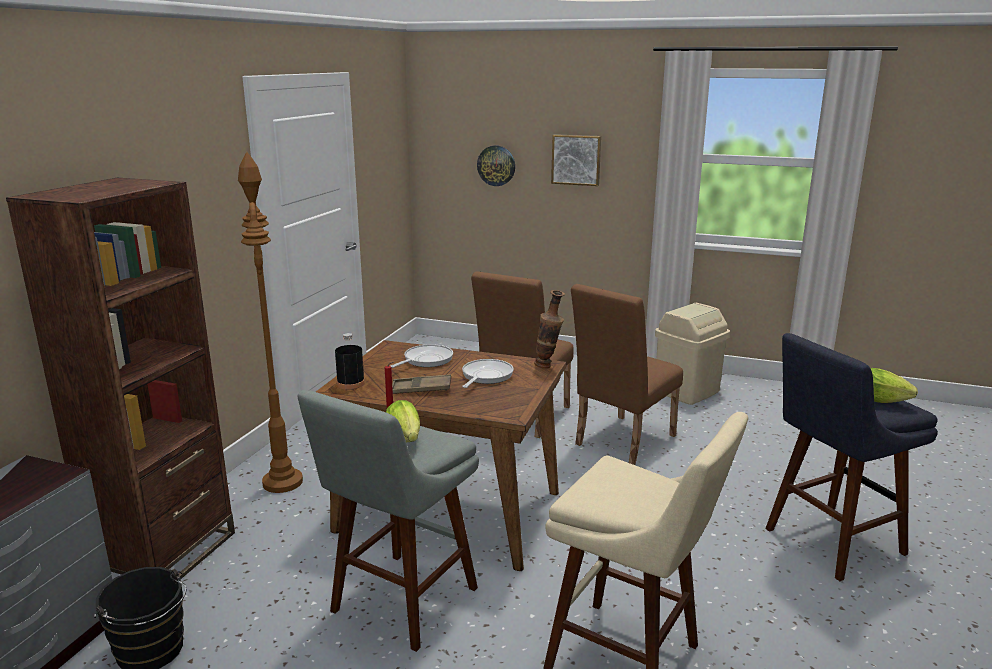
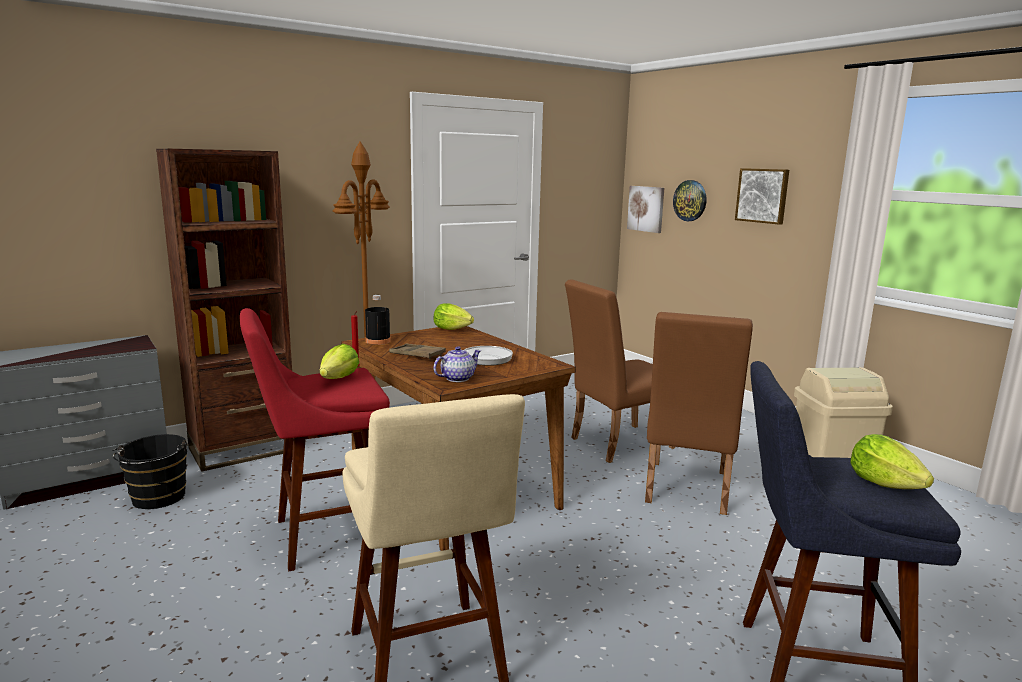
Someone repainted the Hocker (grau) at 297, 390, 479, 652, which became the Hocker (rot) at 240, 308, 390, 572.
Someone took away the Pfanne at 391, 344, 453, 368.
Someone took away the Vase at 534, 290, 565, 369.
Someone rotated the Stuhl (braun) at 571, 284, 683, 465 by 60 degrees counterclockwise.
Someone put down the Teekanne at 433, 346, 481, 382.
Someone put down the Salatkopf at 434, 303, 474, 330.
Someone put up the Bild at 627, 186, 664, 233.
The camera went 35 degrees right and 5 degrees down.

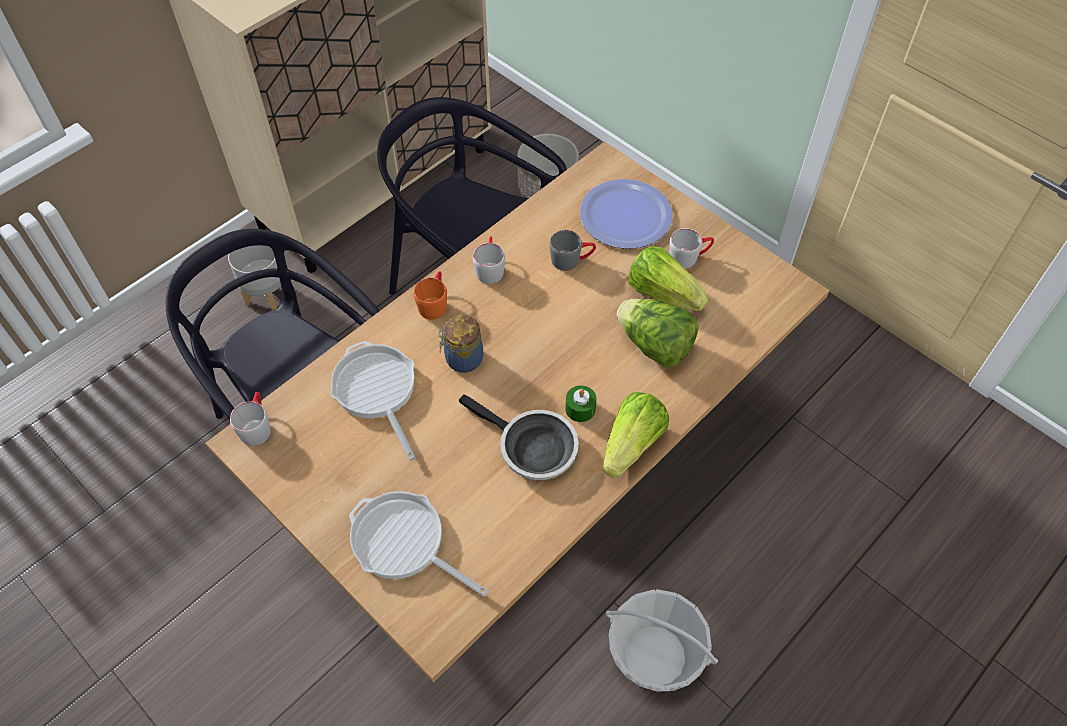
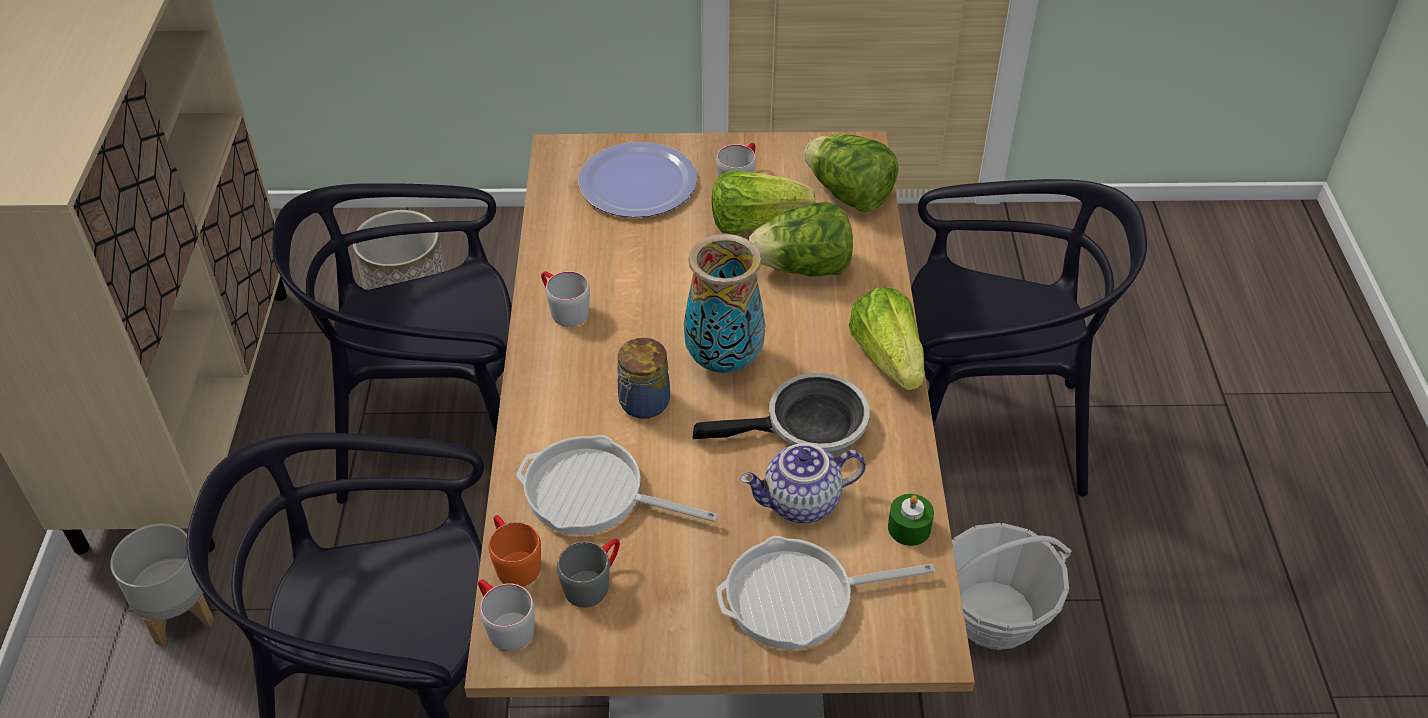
Someone carried the Henkelbecher (orange) from 413, 271, 447, 320 to 488, 515, 541, 587.
Someone carried the Henkelbecher (grau) from 549, 230, 596, 271 to 557, 538, 620, 608.
Someone carried the Kerze (grün) from 565, 386, 597, 422 to 888, 494, 934, 546.
Someone put down the Vase at 684, 234, 765, 373.
Someone put down the Teekanne at 740, 443, 866, 523.
Someone put down the Salatkopf at 804, 134, 898, 212.
Someone put down the Stuhl (schwarz) at 911, 179, 1147, 497.
The camera went 45 degrees left and 10 degrees down.

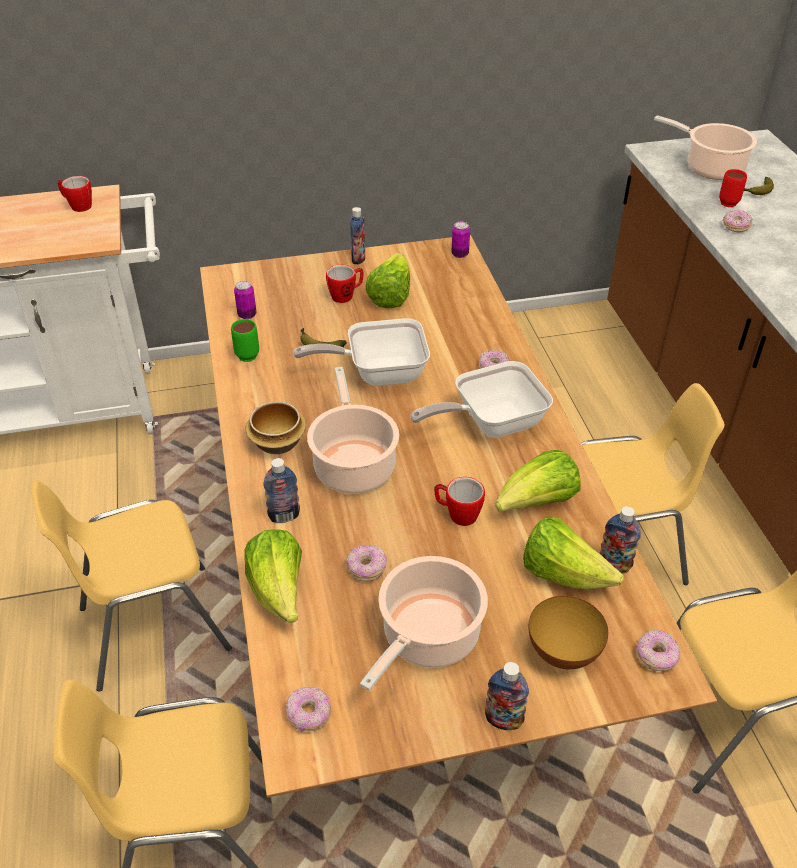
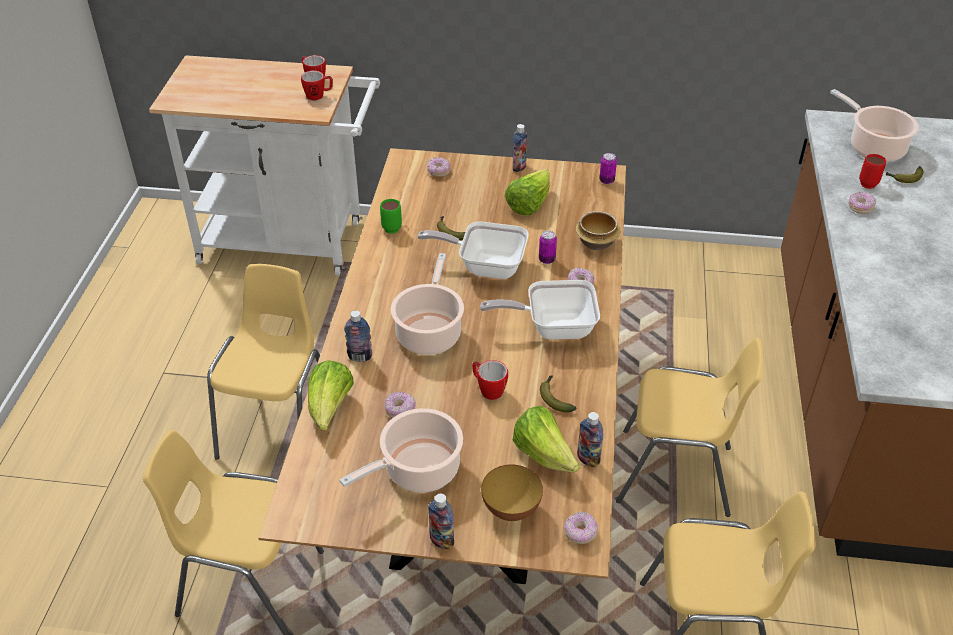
Someone rotated the Stuhl (gelb) at 31, 480, 232, 692 by 105 degrees clockwise.
Someone carried the Dose from 234, 281, 256, 319 to 539, 231, 557, 264.
Someone carried the Schüssel from 246, 401, 306, 454 to 575, 211, 621, 250.
Someone carried the Donut from 286, 687, 331, 732 to 427, 157, 451, 177.
Someone carried the Henkelbecher from 326, 265, 363, 303 to 301, 70, 333, 101.
Someone swapped the Salatkopf at 496, 450, 581, 512 for the Banane at 540, 375, 576, 412.
The camera went 20 degrees right and 0 degrees up.

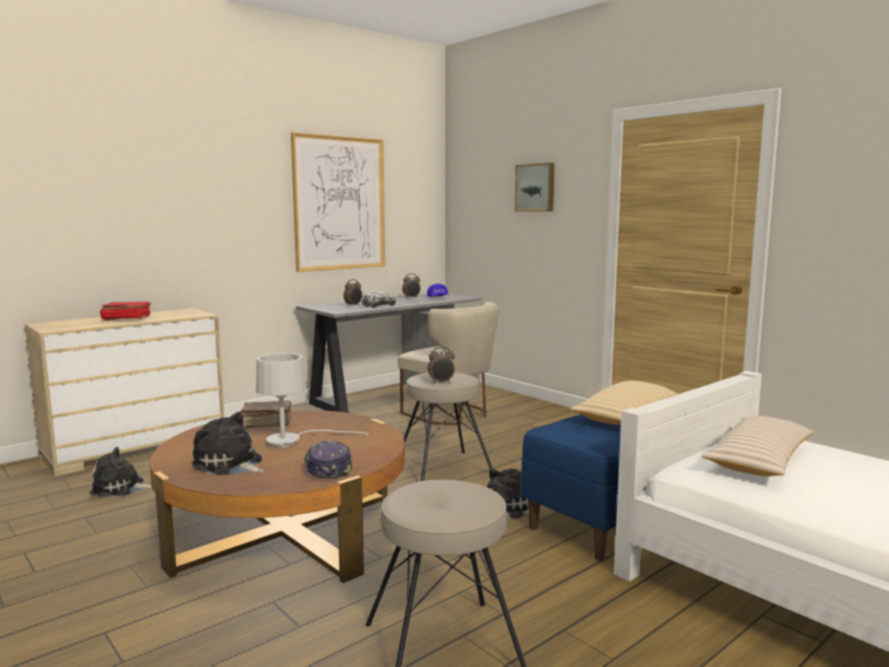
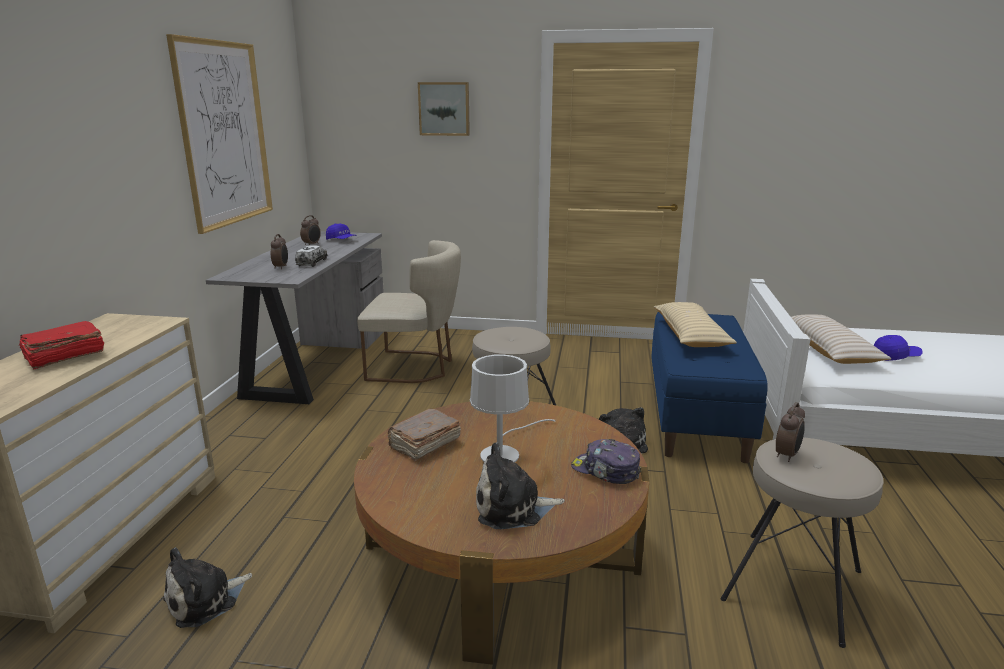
Someone carried the Wecker from 428, 347, 455, 384 to 776, 402, 805, 462.
Someone put down the Kappe (blau) at 874, 335, 923, 361.
The camera went 40 degrees left and 10 degrees up.

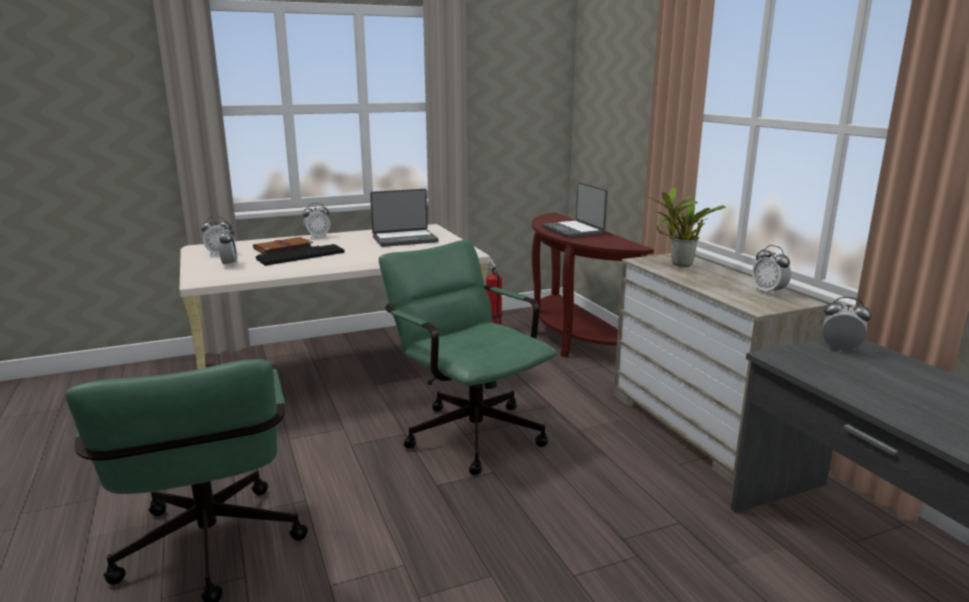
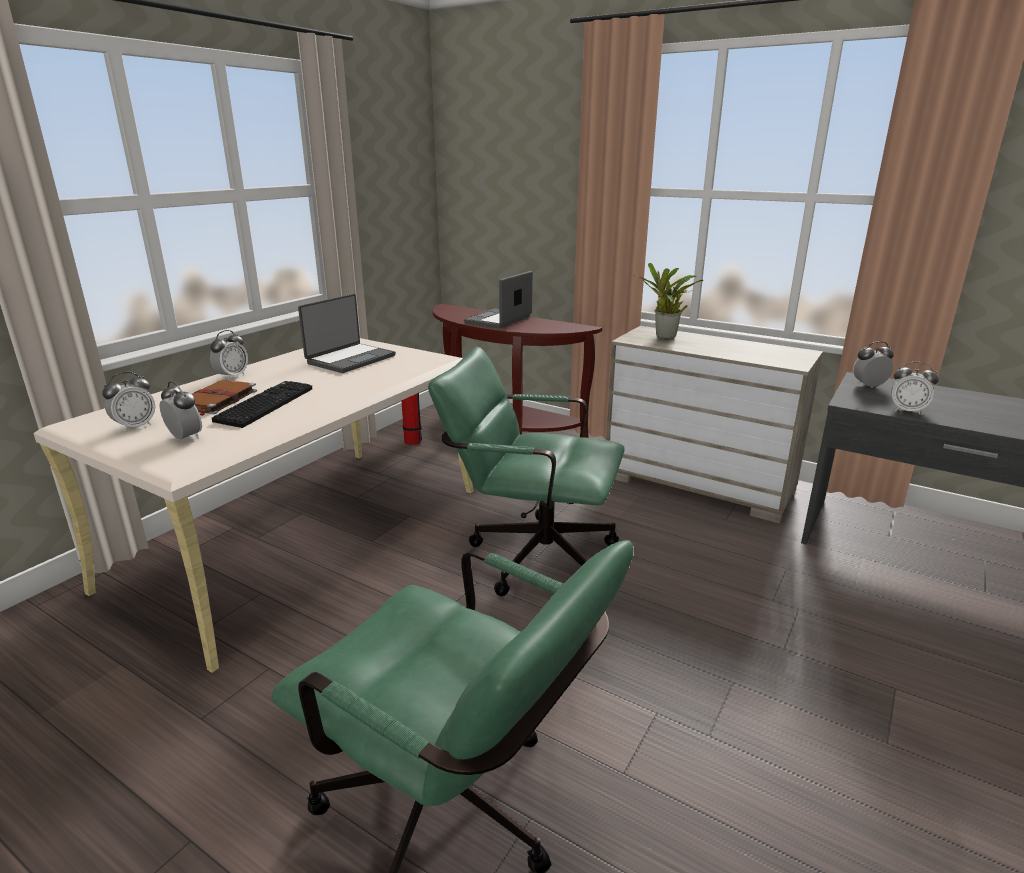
Someone rotated the Laptop at 542, 182, 608, 238 by 90 degrees clockwise.
Someone carried the Wecker from 752, 245, 791, 296 to 891, 362, 939, 415.
The camera went 35 degrees left and 5 degrees up.

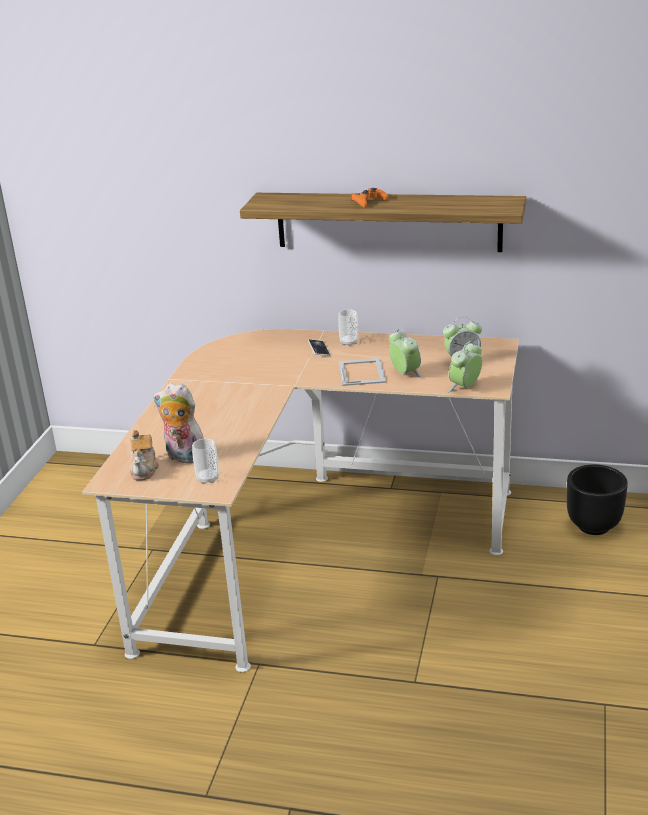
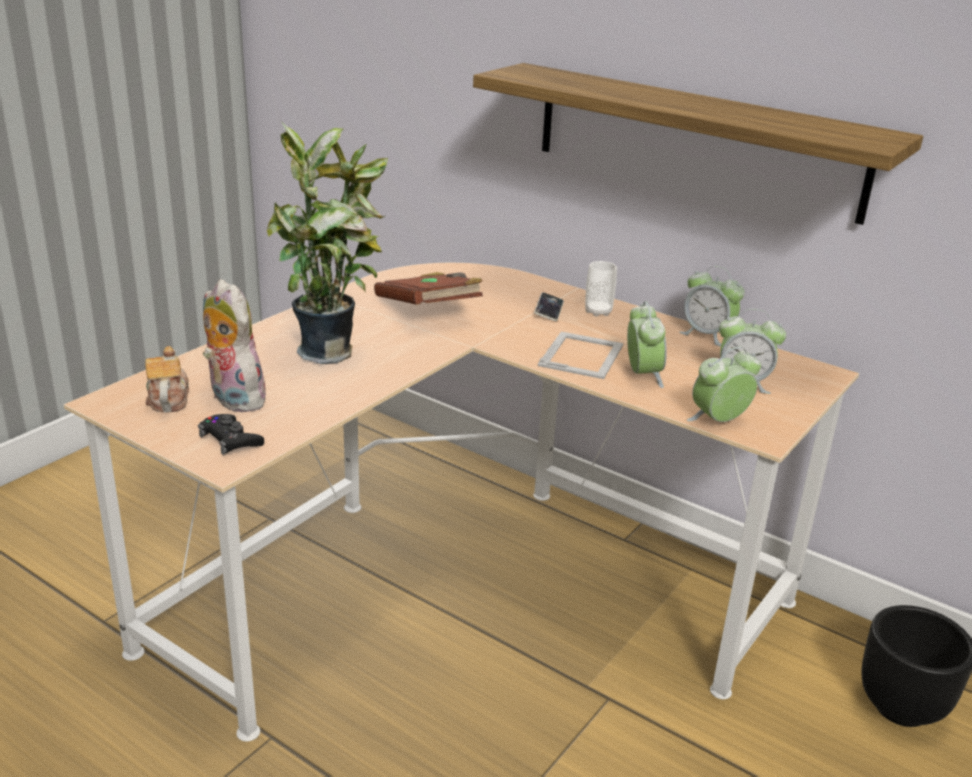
Someone rotated the Teekanne at 130, 430, 159, 480 by 150 degrees clockwise.
Someone swapped the Tasse at 192, 439, 219, 484 for the Gamepad (schwarz) at 198, 414, 264, 455.
Someone took away the Gamepad (orange) at 351, 188, 388, 207.
Someone put down the Topfpflanze at 267, 121, 388, 364.
Someone put down the Buch (braun) at 374, 272, 483, 305.
Someone put down the Wecker at 679, 266, 745, 347.
The camera went 20 degrees right and 0 degrees up.

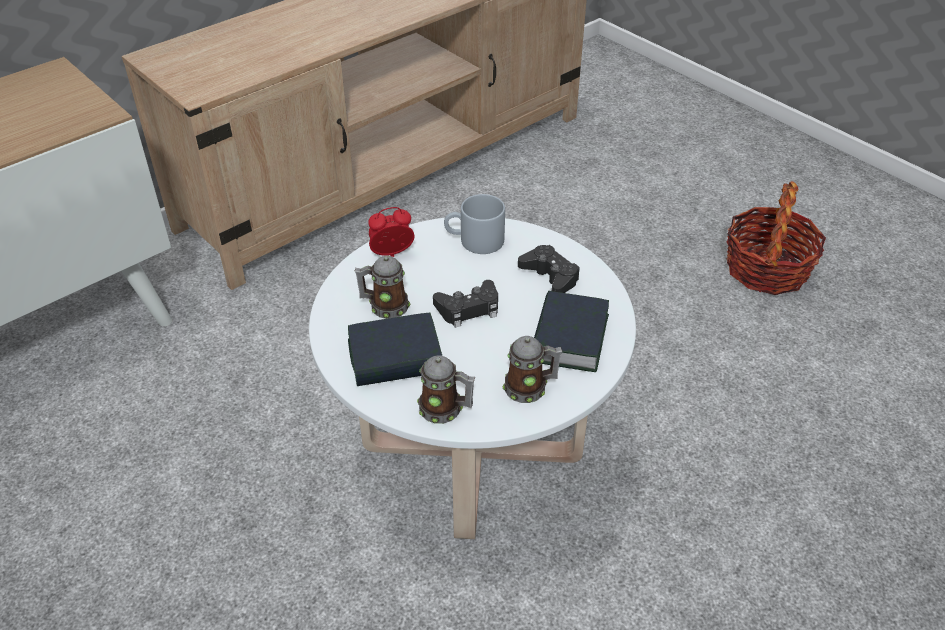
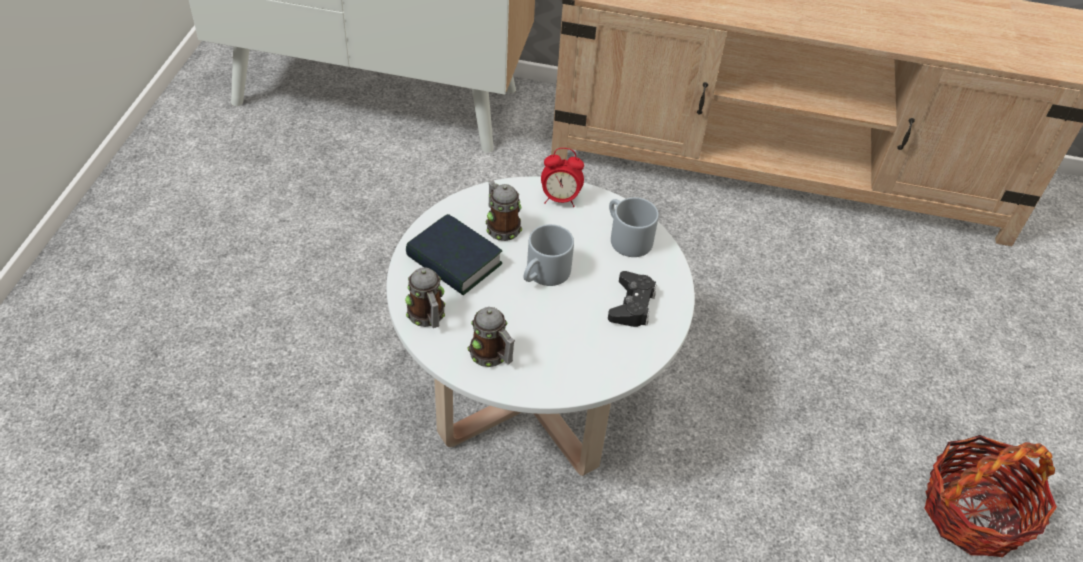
Someone rotated the Wecker at 368, 207, 414, 257 by 150 degrees clockwise.
Someone swapped the Gamepad (schwarz) at 433, 280, 498, 328 for the Henkelbecher (grau) at 524, 224, 574, 286.
Someone took away the Buch at 534, 291, 609, 372.
The camera went 50 degrees right and 5 degrees up.

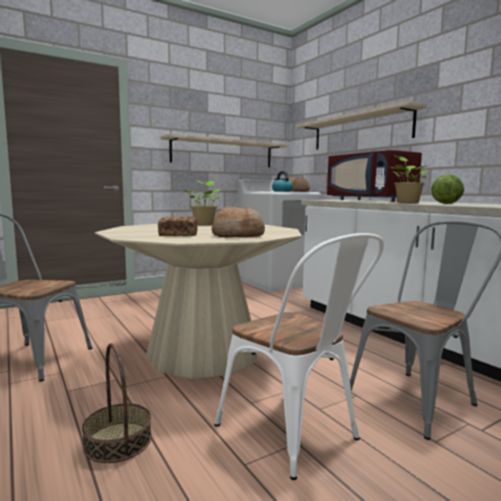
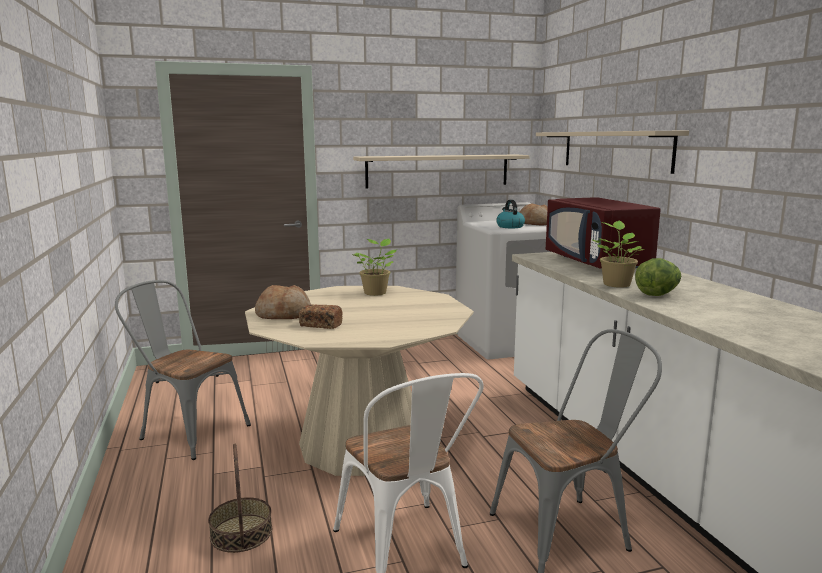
Someone carried the Brot from 212, 207, 265, 237 to 255, 285, 311, 319.
The camera went 15 degrees right and 5 degrees up.

